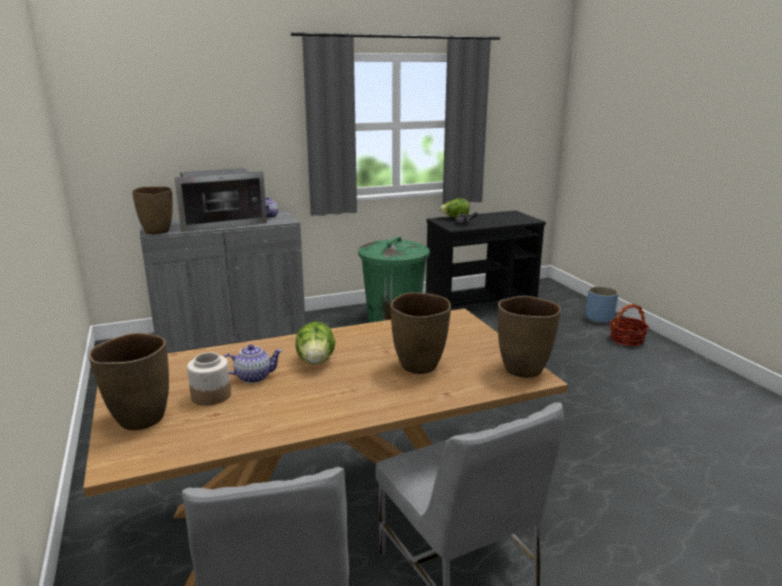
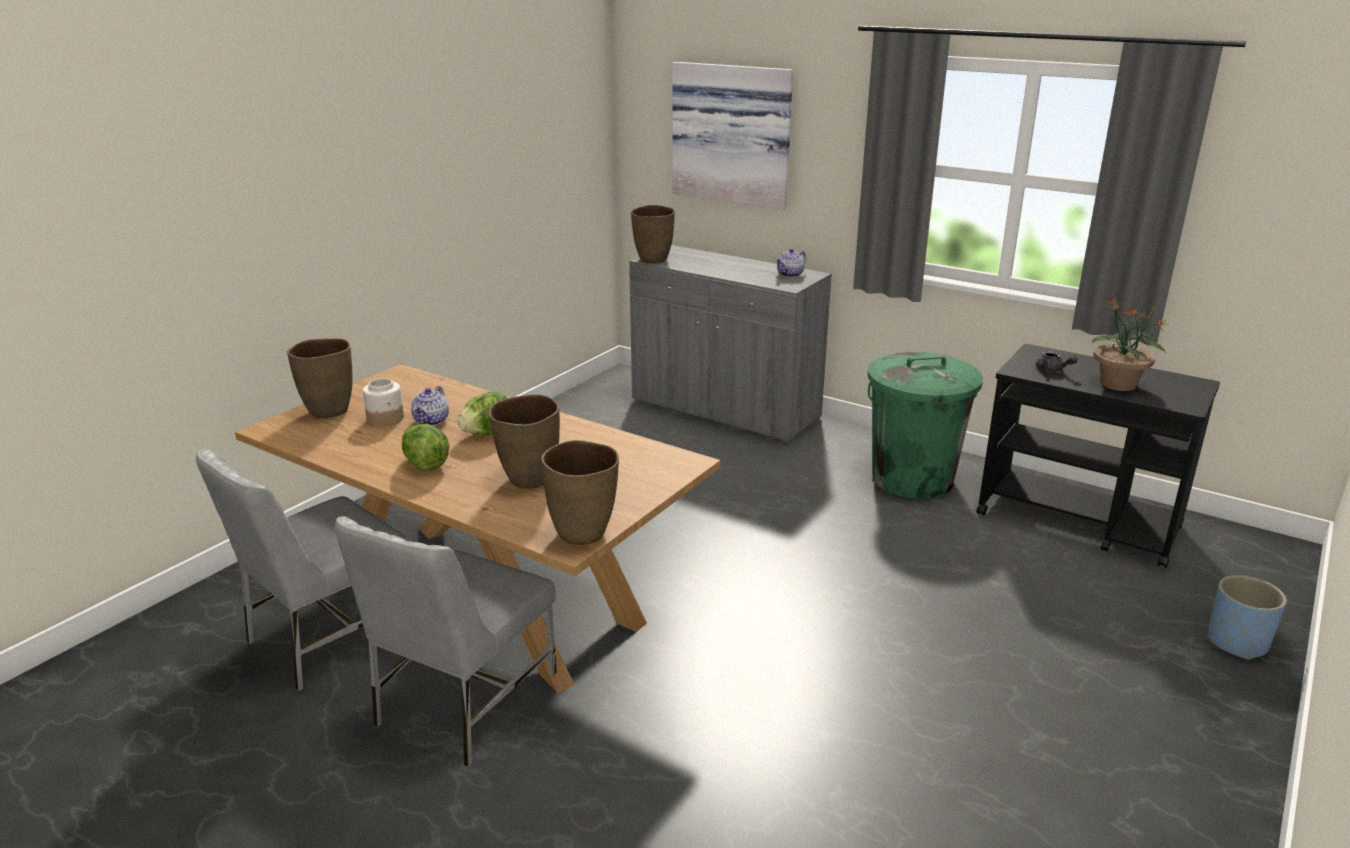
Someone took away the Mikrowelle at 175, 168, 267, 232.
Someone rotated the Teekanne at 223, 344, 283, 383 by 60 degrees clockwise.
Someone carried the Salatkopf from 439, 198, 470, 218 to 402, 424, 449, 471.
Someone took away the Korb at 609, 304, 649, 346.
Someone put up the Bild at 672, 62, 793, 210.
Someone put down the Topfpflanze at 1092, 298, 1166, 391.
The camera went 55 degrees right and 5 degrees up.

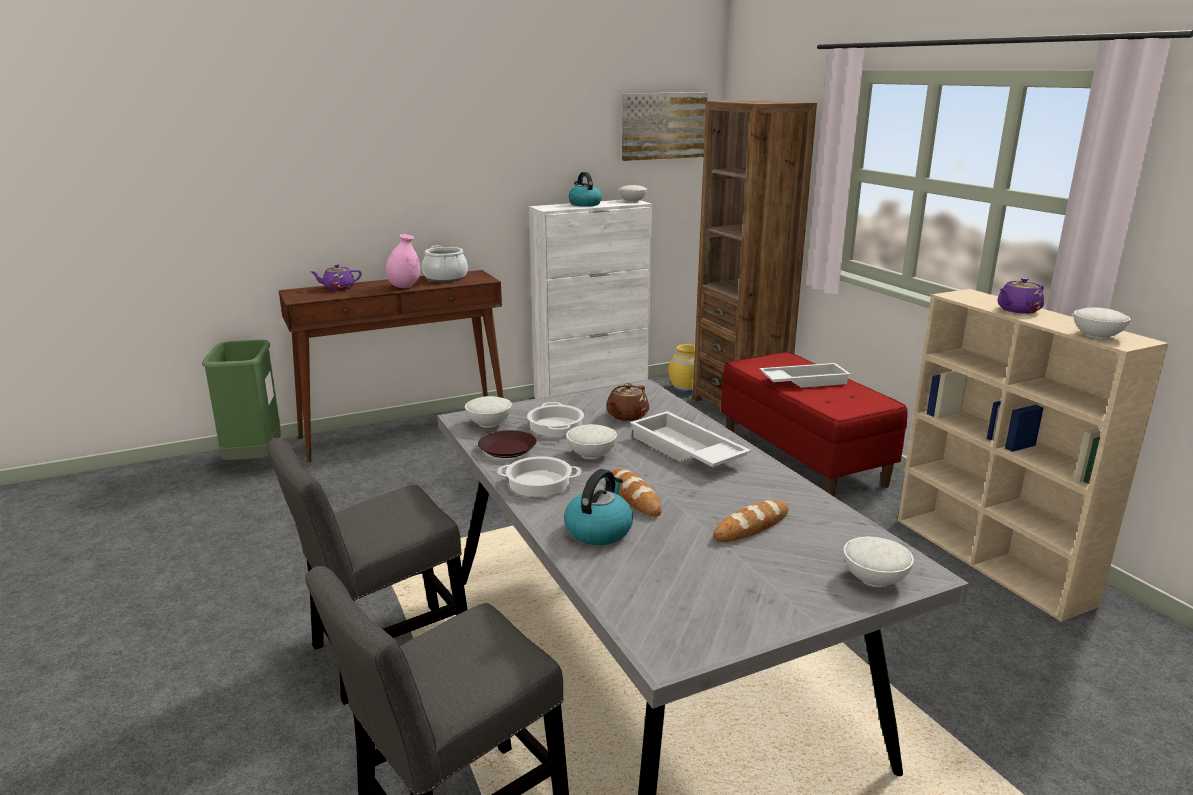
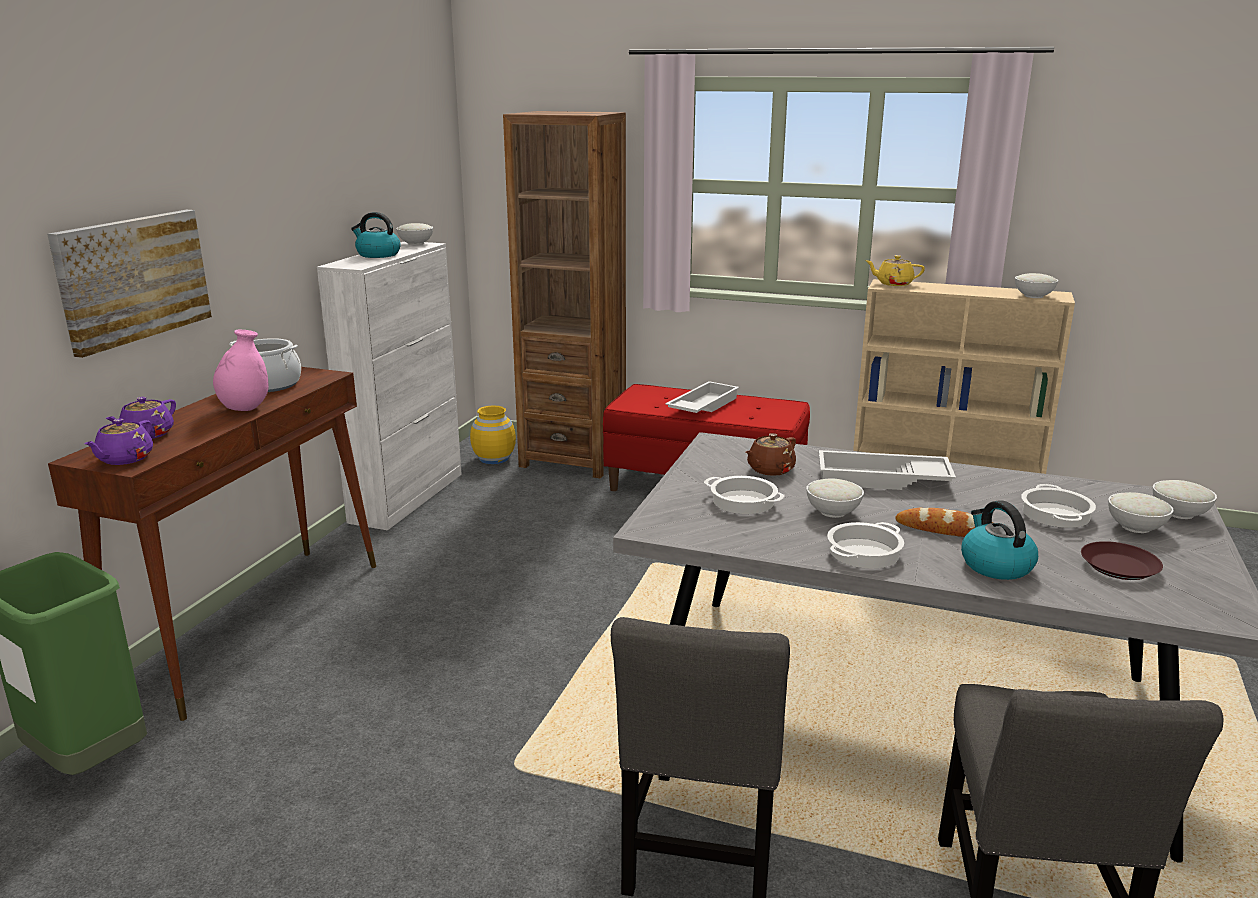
Someone carried the Schüssel (weiß) from 465, 396, 512, 428 to 1108, 492, 1174, 533.
Someone carried the Teller (braun) from 478, 430, 536, 458 to 1081, 541, 1163, 580.
Someone rotated the Teekanne (braun) at 606, 383, 649, 421 by 60 degrees clockwise.
Someone carried the Bild from 622, 92, 708, 161 to 47, 210, 212, 358.
Someone swapped the Brot at 713, 500, 789, 542 for the Kochtopf at 1021, 484, 1096, 528.
Someone carried the Teekanne (lila) from 998, 277, 1044, 314 to 84, 419, 153, 465.
Someone put down the Teekanne (gelb) at 865, 255, 925, 286.
The camera went 45 degrees left and 0 degrees up.

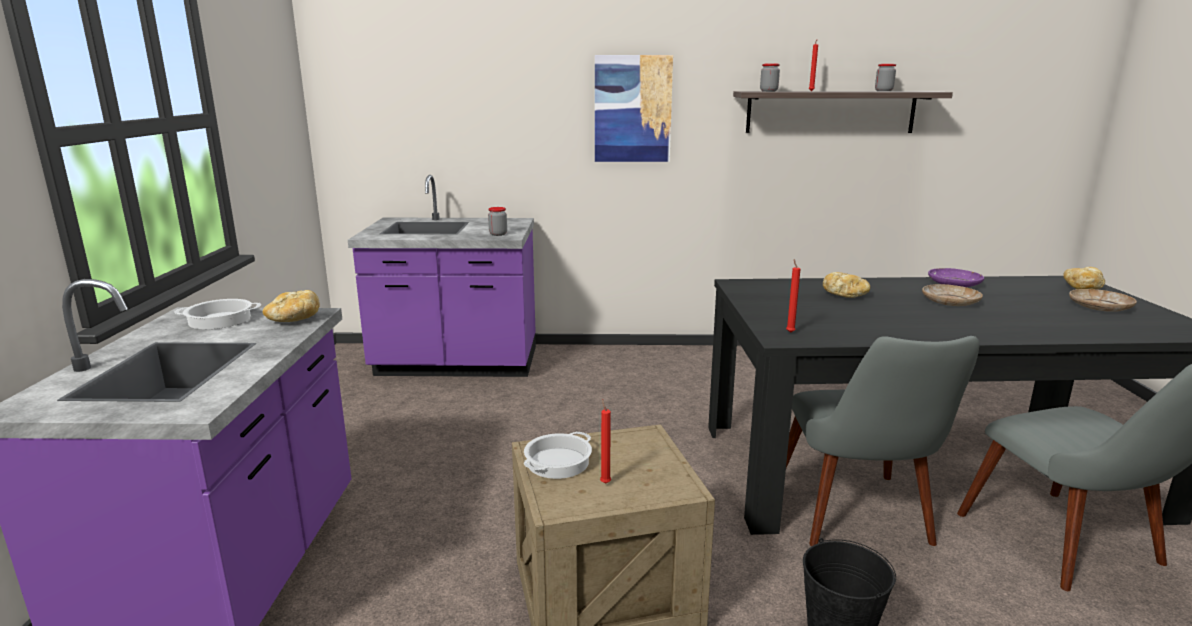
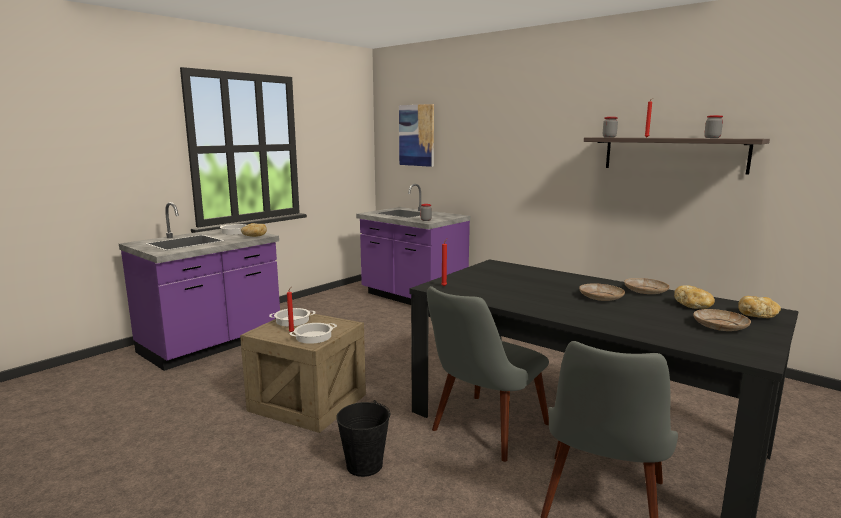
Someone carried the Bild from 595, 55, 673, 162 to 399, 104, 434, 167.
Someone carried the Brot from 823, 272, 870, 298 to 674, 285, 715, 309.
Someone repainted the Teller (lila) at 928, 268, 984, 287, which became the Teller (beige) at 624, 278, 670, 294.
Someone put down the Kochtopf at 290, 323, 337, 344.
The camera went 40 degrees right and 5 degrees down.

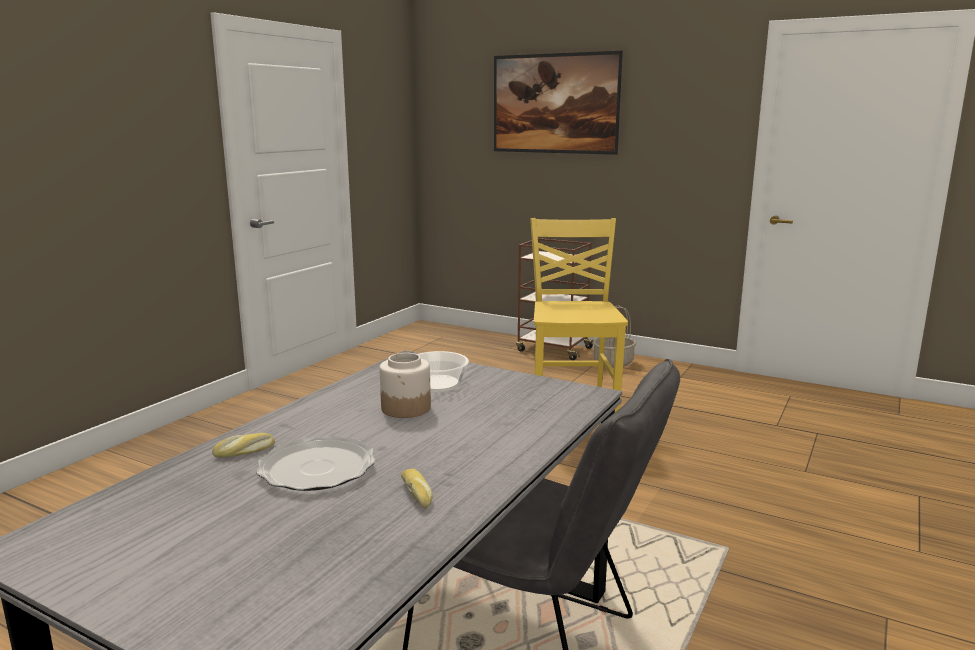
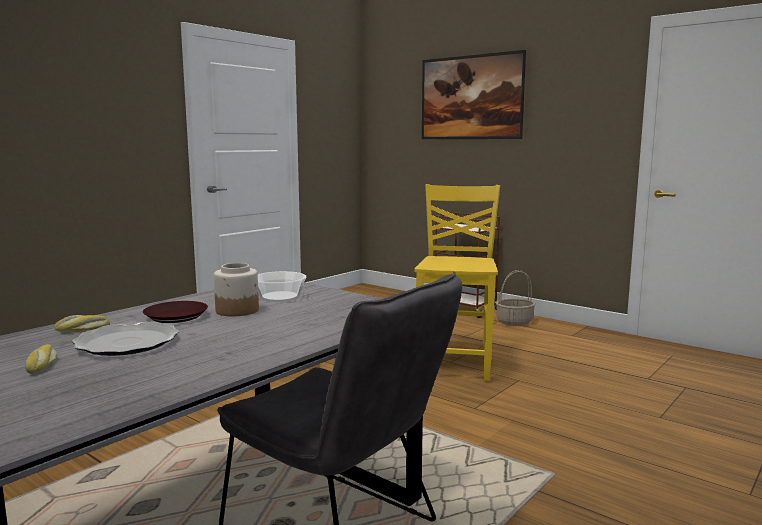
Someone carried the Brot from 401, 469, 433, 509 to 25, 344, 57, 374.
Someone put down the Teller (braun) at 143, 301, 208, 323.
The camera went 10 degrees right and 5 degrees down.

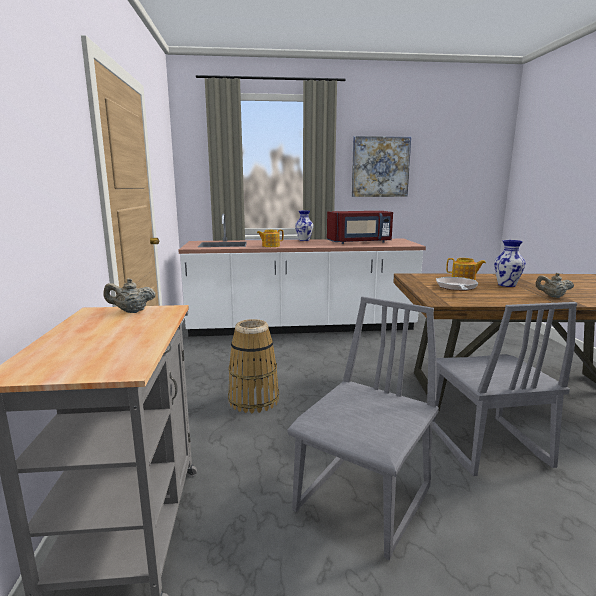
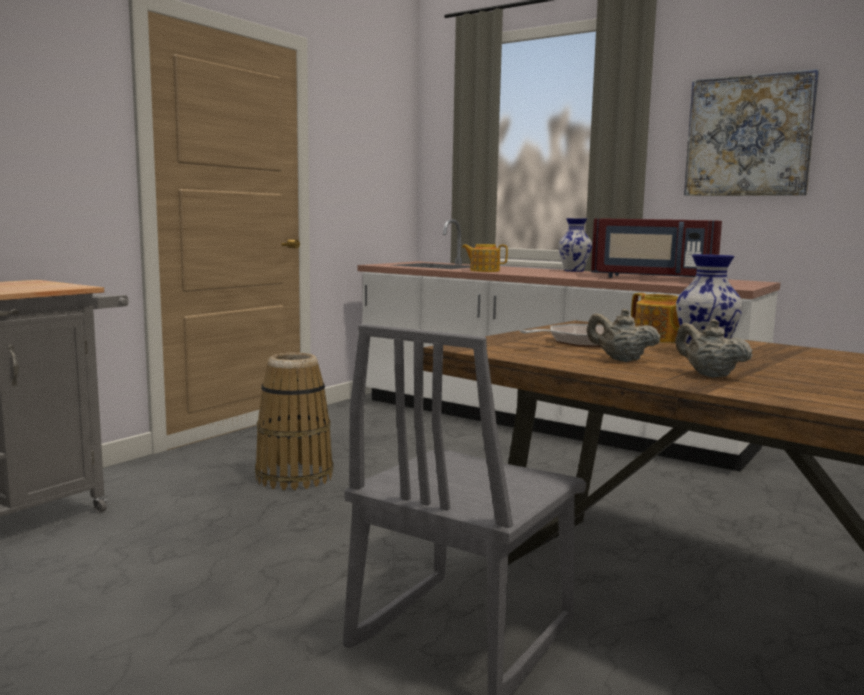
Someone carried the Teekanne (beige) from 103, 278, 156, 313 to 587, 309, 660, 362.
Someone took away the Stuhl (grau) at 287, 297, 439, 560.
The camera went 40 degrees right and 5 degrees down.

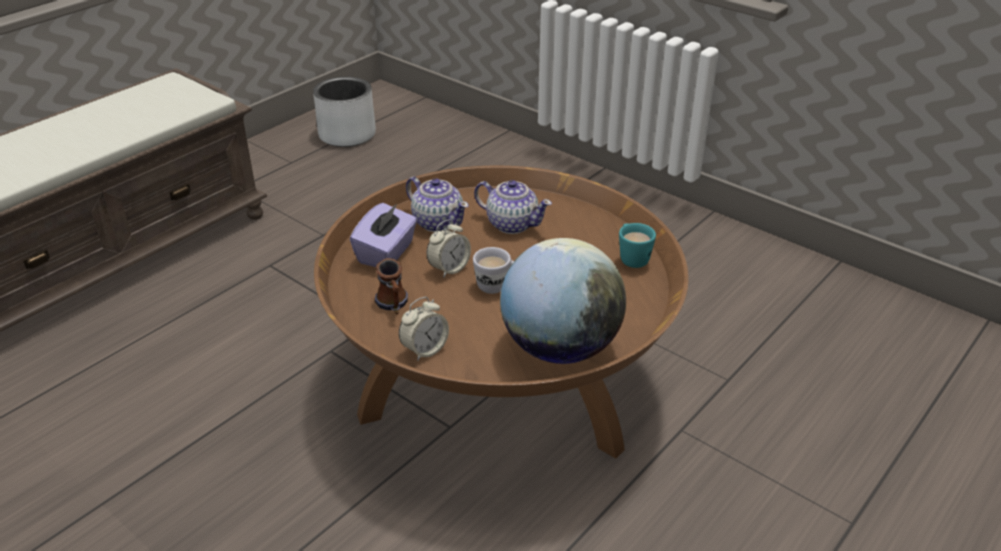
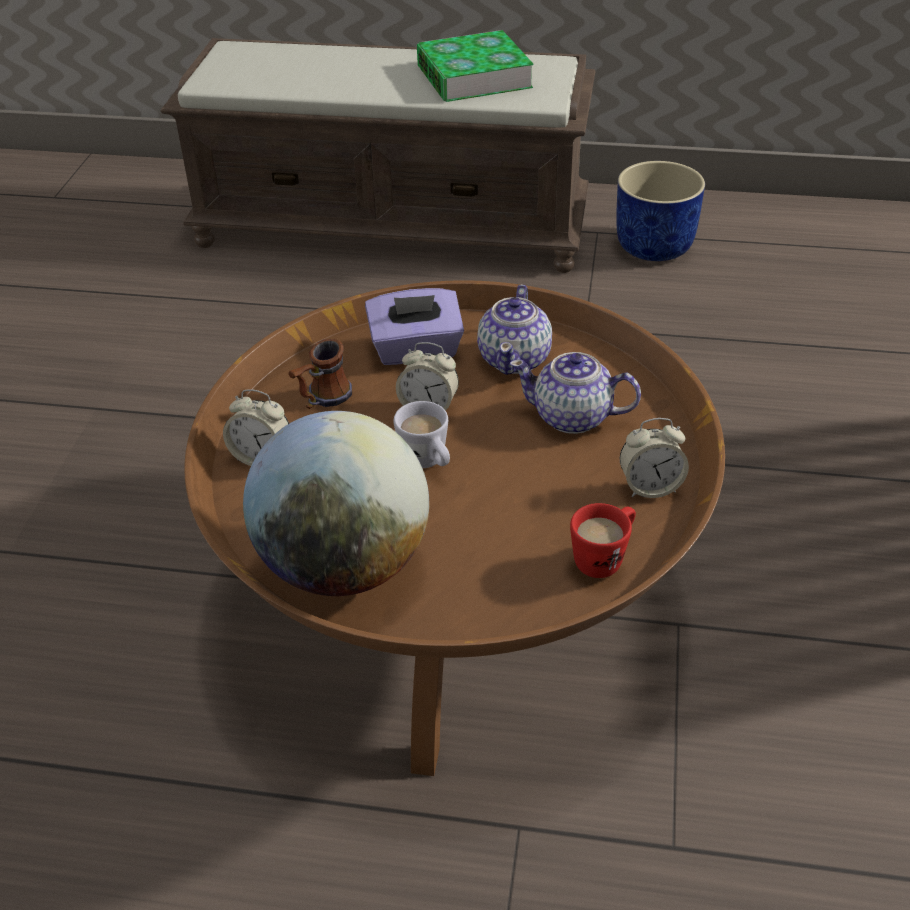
Someone took away the Pflanzkübel (grau) at 313, 77, 376, 147.
Someone rotated the Teekanne at 474, 180, 552, 234 by 105 degrees clockwise.
Someone repainted the Henkelbecher (türkis) at 619, 223, 656, 268, which became the Henkelbecher (rot) at 570, 503, 636, 578.
Someone put down the Buch at 417, 30, 534, 102.
Someone put down the Pflanzkübel (blau) at 616, 161, 705, 261.
Someone put down the Wecker at 620, 418, 689, 498.
The camera went 60 degrees right and 5 degrees up.

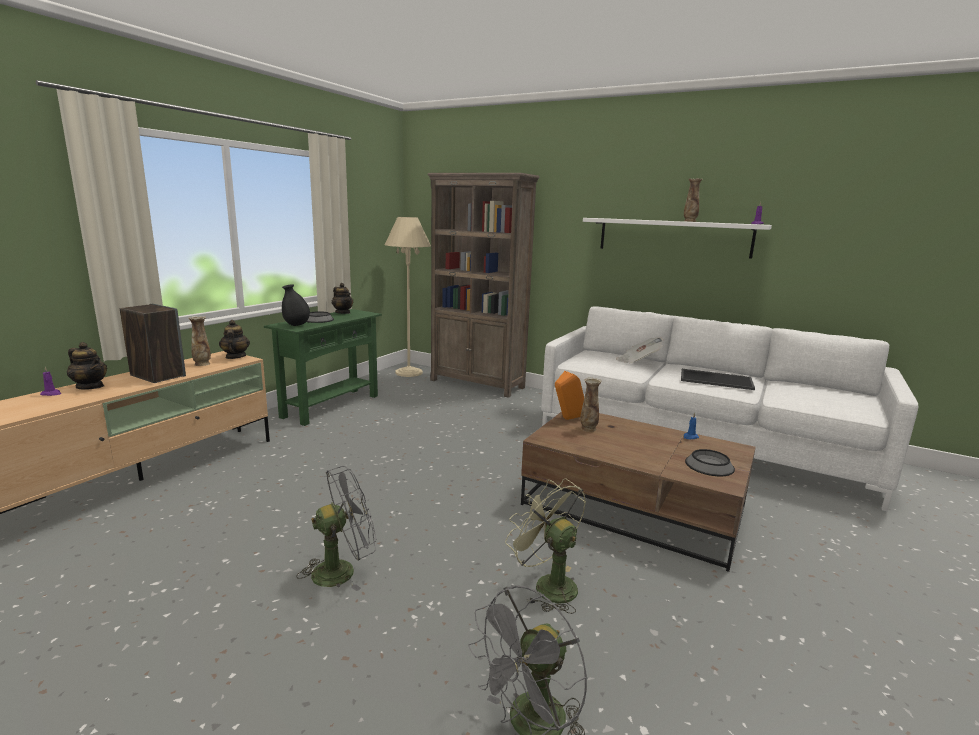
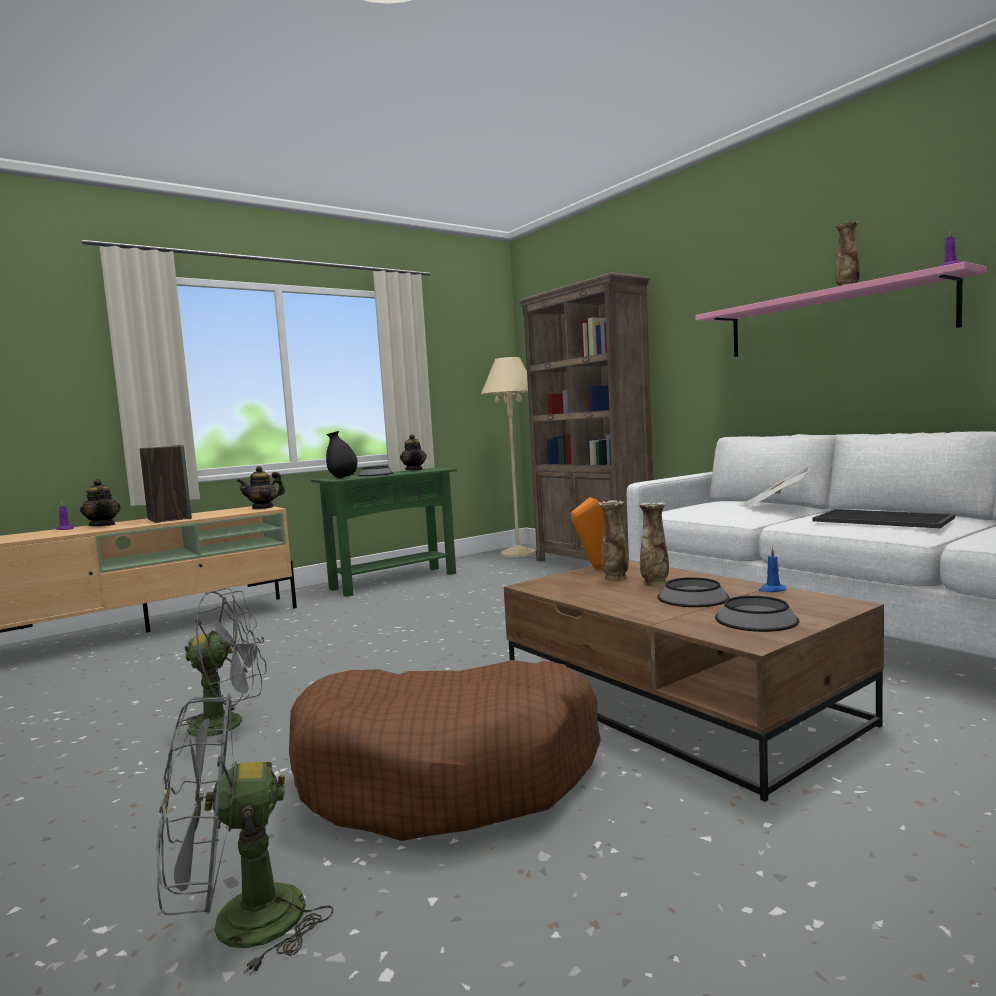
Someone carried the Vase from 188, 316, 211, 366 to 639, 502, 669, 587.
Someone rotated the Teekanne at 219, 320, 250, 359 by 135 degrees counterclockwise.
Someone swapped the Ventilator (grün) at 505, 478, 586, 614 for the Hundebett (braun) at 289, 660, 601, 841.
Someone repainted the Wandregal (weiß) at 583, 218, 772, 259, which became the Wandregal (rosa) at 696, 261, 987, 357.
Someone put down the Schüssel at 657, 577, 729, 607.
The camera went 25 degrees right and 10 degrees down.

